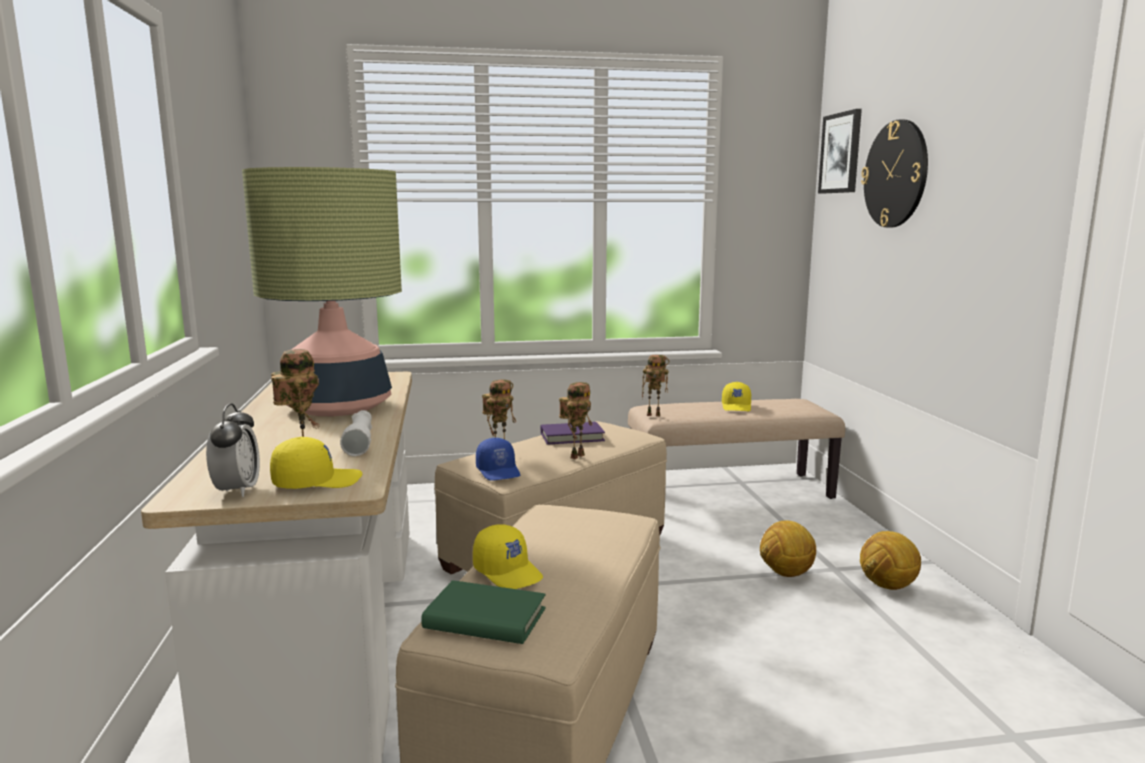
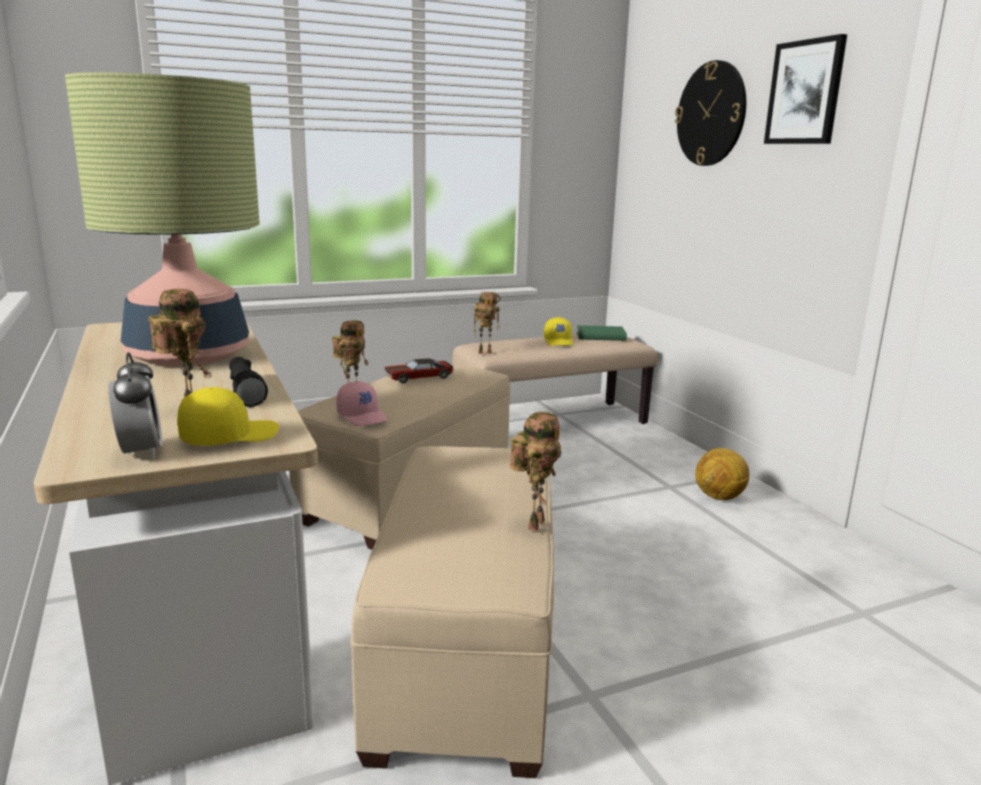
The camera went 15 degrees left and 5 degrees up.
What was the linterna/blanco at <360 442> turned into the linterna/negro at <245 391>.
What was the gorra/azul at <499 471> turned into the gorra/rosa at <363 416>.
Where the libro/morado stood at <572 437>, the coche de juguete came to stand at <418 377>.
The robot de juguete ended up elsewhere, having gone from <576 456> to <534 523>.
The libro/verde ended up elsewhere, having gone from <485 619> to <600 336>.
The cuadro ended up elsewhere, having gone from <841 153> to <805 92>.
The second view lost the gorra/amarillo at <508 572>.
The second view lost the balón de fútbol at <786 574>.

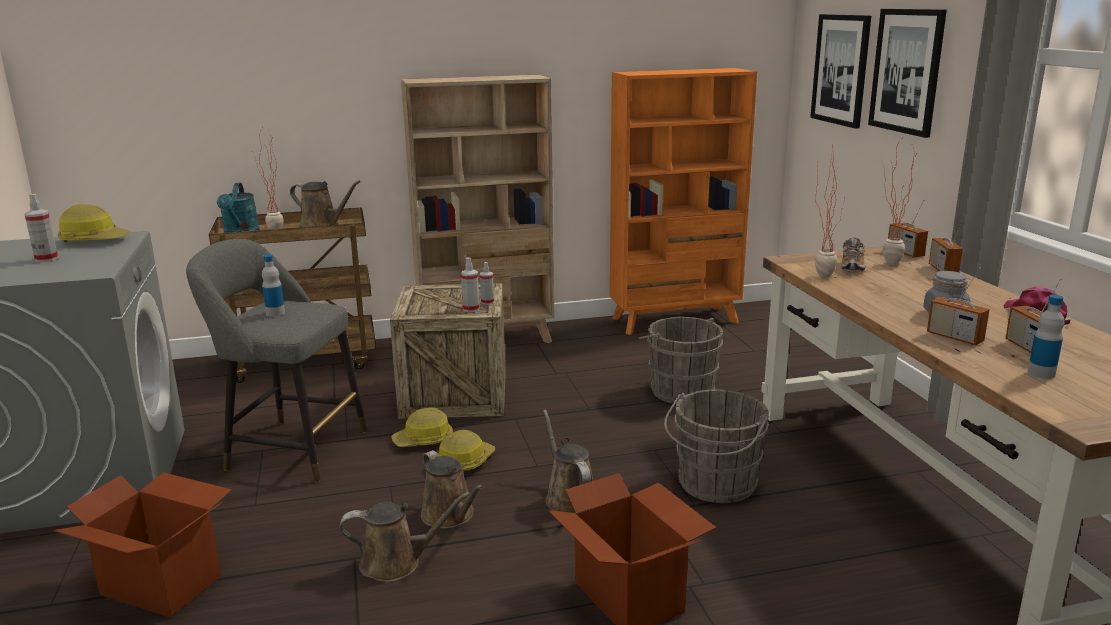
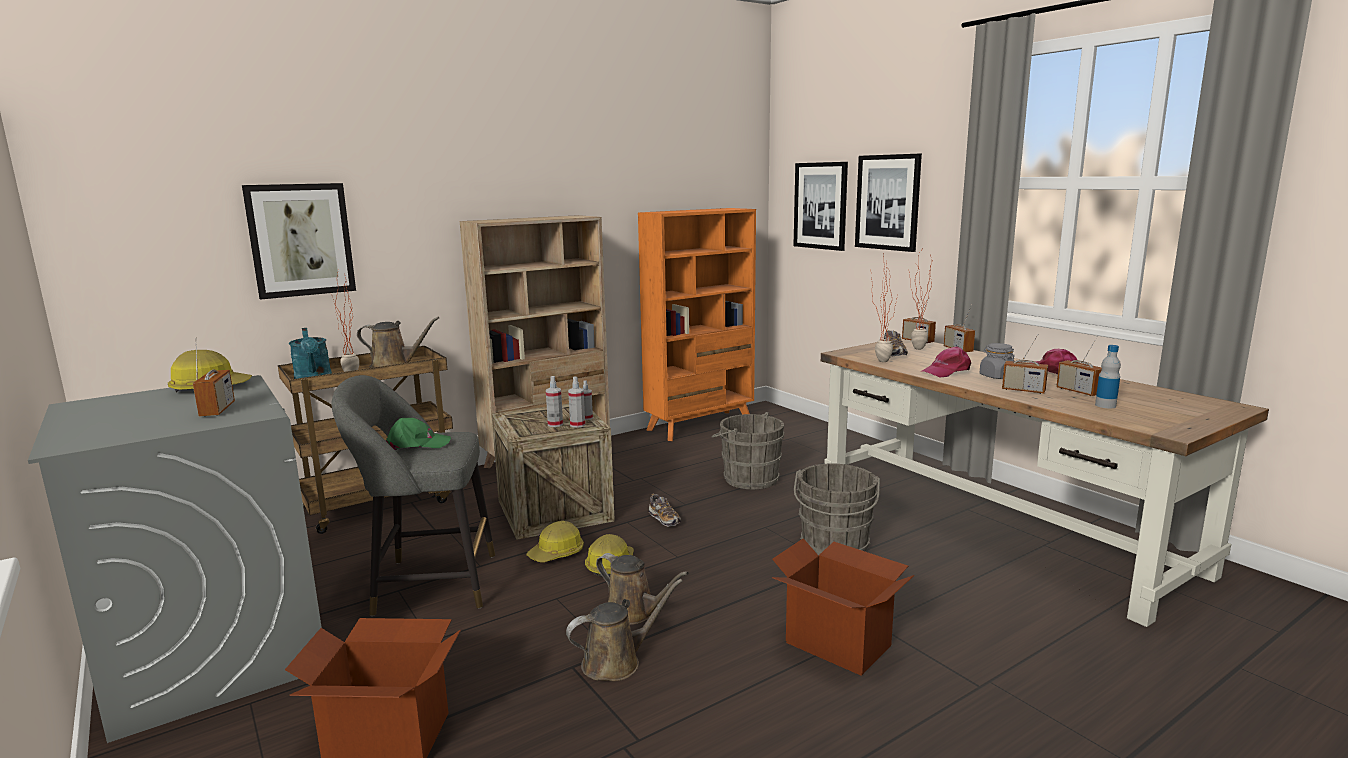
The camera went 20 degrees left and 5 degrees down.
The second view gained the radio at <217 410>.
The second view gained the cuadro at <300 240>.
Where the botella stood at <275 313>, the gorra/verde came to stand at <416 444>.
The pulverizador ended up elsewhere, having gone from <46 259> to <555 424>.
The second view gained the zapato at <664 519>.
The second view gained the gorra/rosa at <947 371>.
The second view lost the regadera/marrón at <568 497>.

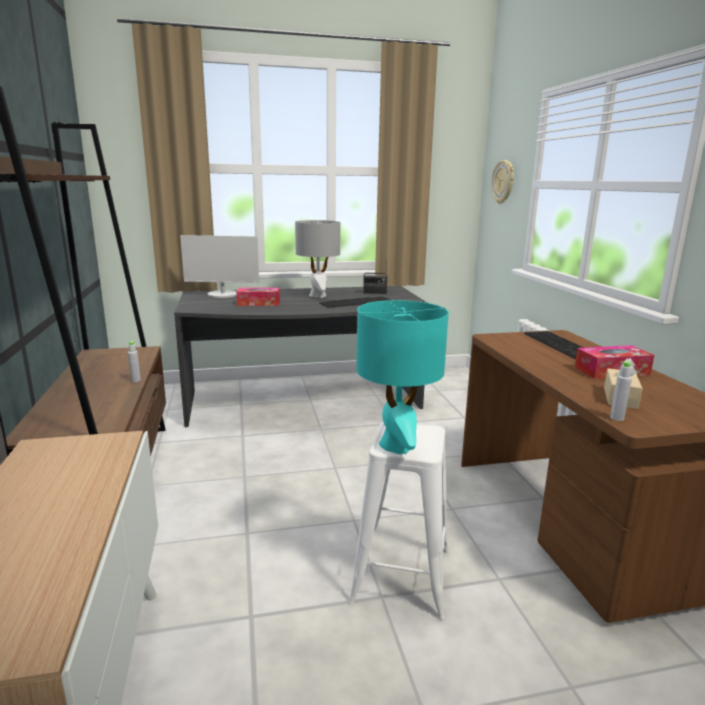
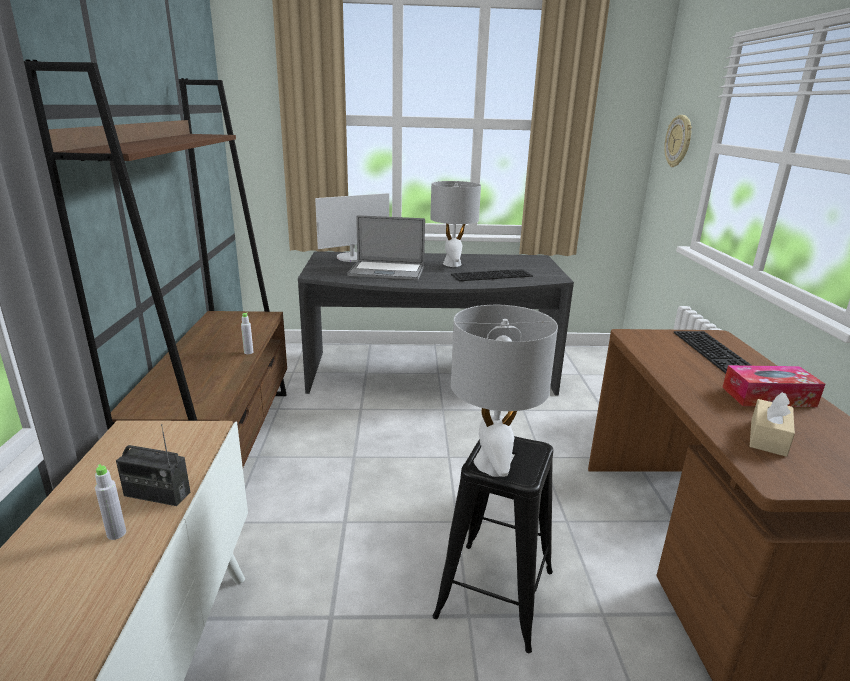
The camera went 10 degrees right and 5 degrees up.
The botella/gris ended up elsewhere, having gone from <617 418> to <116 533>.
The radio ended up elsewhere, having gone from <375 292> to <157 494>.
The monitor at <223 294> ended up facing another way, 45 degrees counterclockwise from before.
Where the caja de pañuelos stood at <258 303>, the portátil came to stand at <386 271>.
What was the taburete/blanco at <401 575> turned into the taburete/negro at <495 594>.
What was the lámpara de mesa/turquesa at <396 445> turned into the lámpara de mesa/gris at <492 465>.

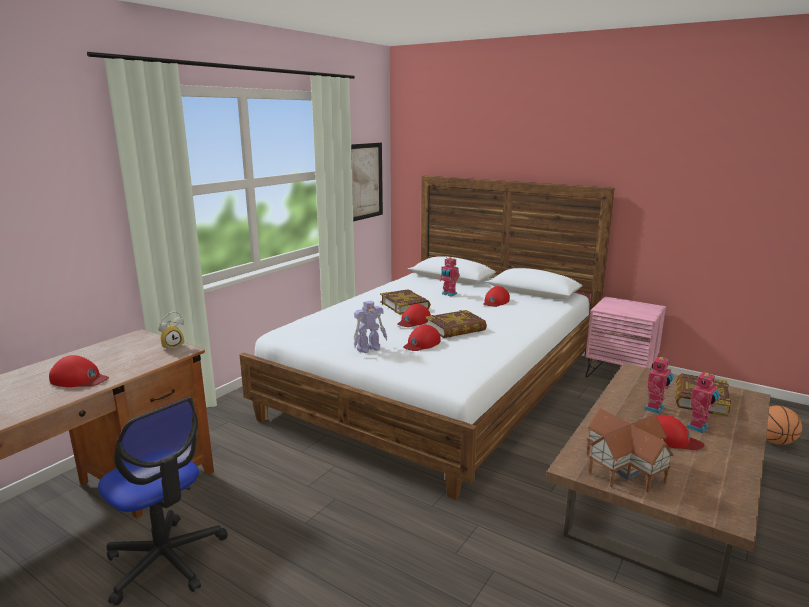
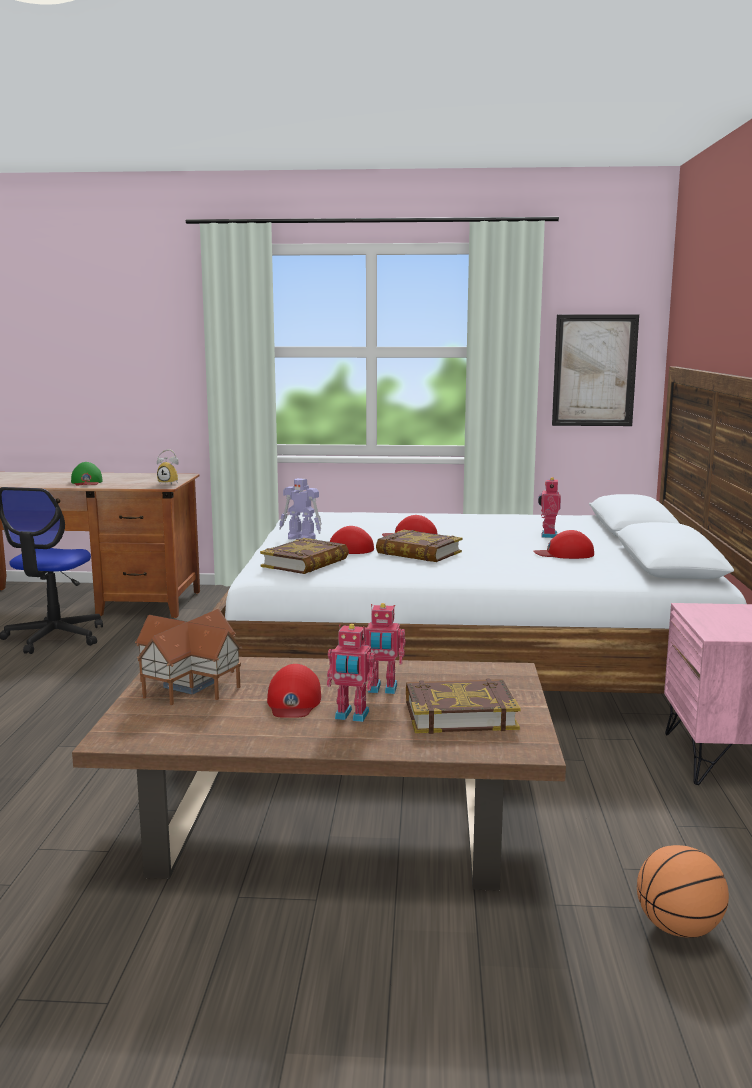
The camera went 60 degrees right and 5 degrees down.
What was the gorra/rojo at <79 379> turned into the gorra/verde at <87 482>.
The libro ended up elsewhere, having gone from <405 305> to <305 563>.

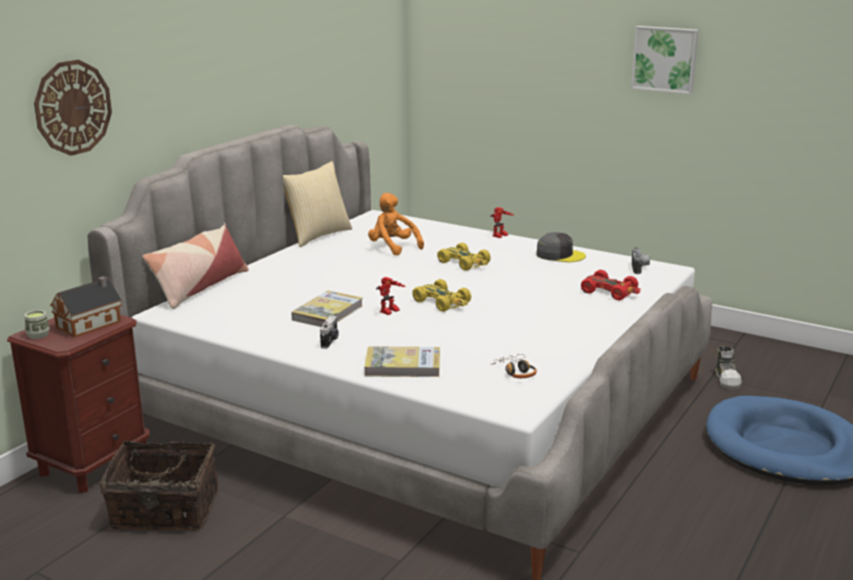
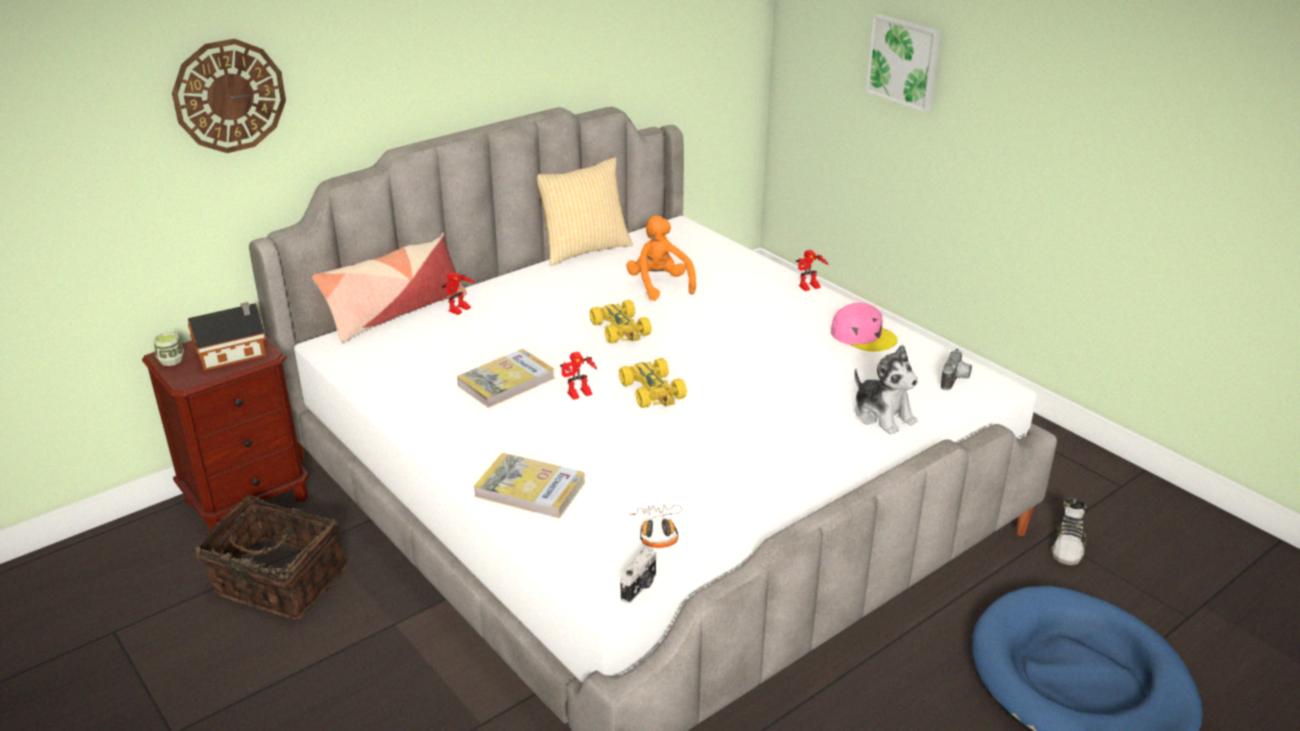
The camera went 20 degrees right and 10 degrees up.
The second view gained the robot de juguete at <460 311>.
The coche de juguete/amarillo ended up elsewhere, having gone from <464 263> to <621 330>.
The cámara ended up elsewhere, having gone from <330 341> to <640 587>.
What was the gorra/gris at <560 255> turned into the gorra/rosa at <863 335>.
Where the coche de juguete/rojo stood at <610 292>, the peluche came to stand at <883 415>.
The cuadro ended up elsewhere, having gone from <665 59> to <905 61>.

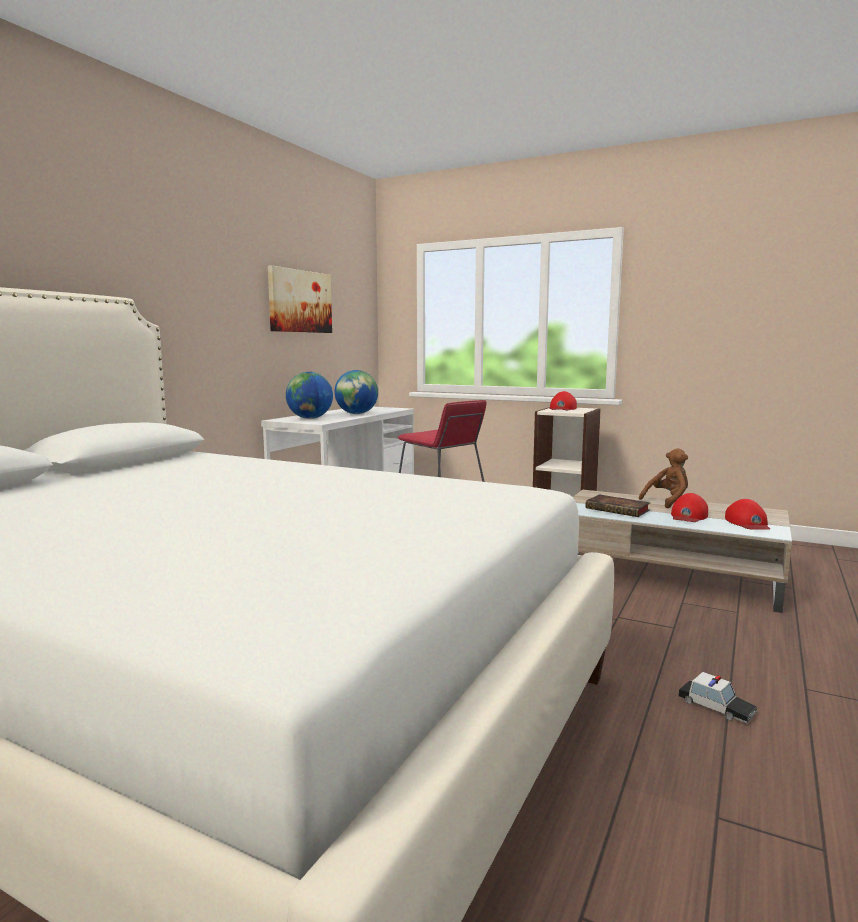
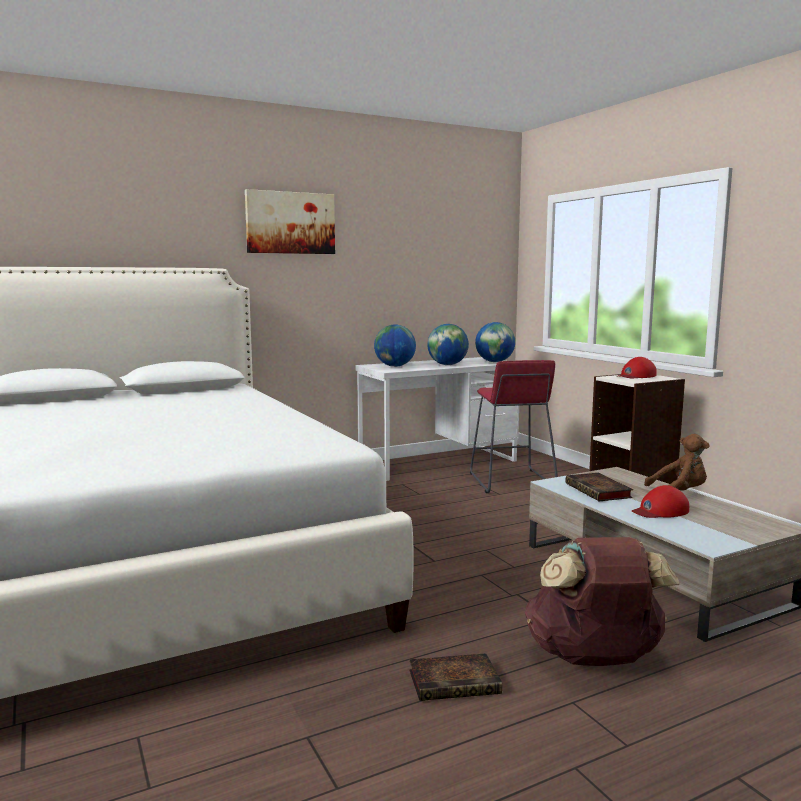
The camera went 35 degrees right and 0 degrees up.
The cuadro ended up elsewhere, having gone from <299 301> to <290 223>.
Where the coche de juguete stood at <716 707>, the libro came to stand at <456 682>.
The second view gained the globo terráqueo at <494 362>.
The second view gained the mochila/marrón at <594 659>.
The second view lost the gorra/rojo at <748 523>.

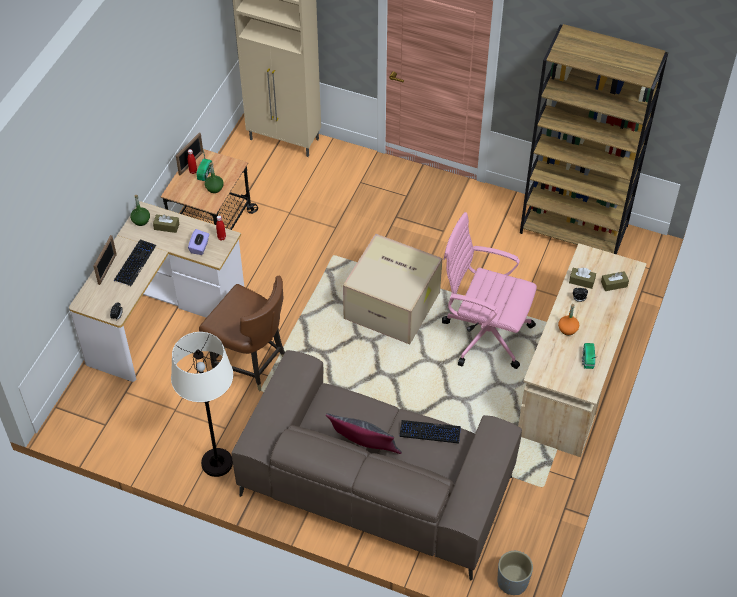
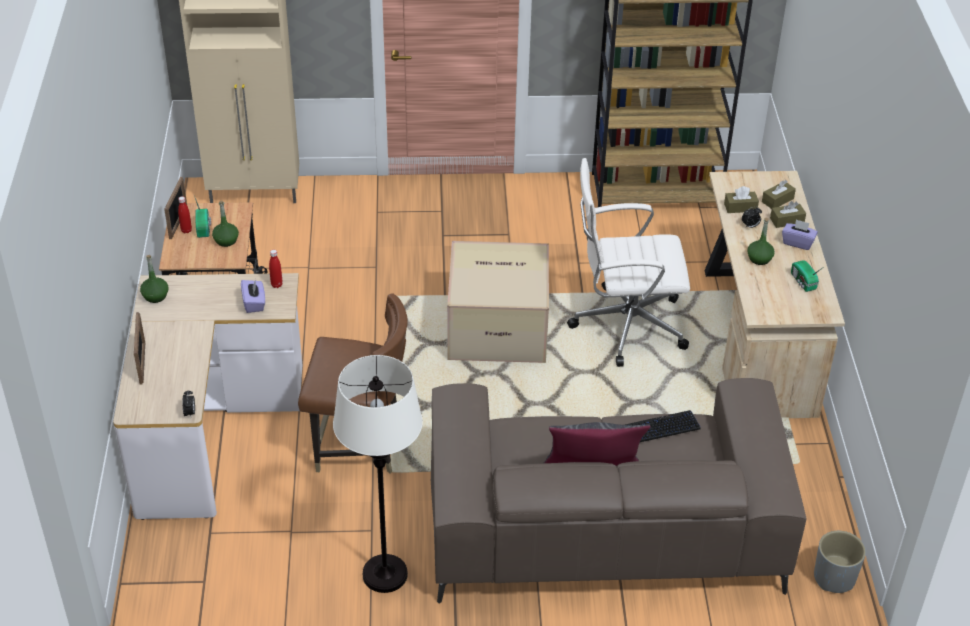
The camera went 25 degrees left and 10 degrees down.
What was the silla de oficina/rosa at <484 333> turned into the silla de oficina/blanco at <625 325>.
What was the botella/naranja at <567 329> turned into the botella/verde at <759 259>.
The caja de pañuelos/marrón ended up elsewhere, having gone from <166 226> to <787 221>.
The second view gained the caja de pañuelos/morado at <798 242>.
The second view lost the teclado at <135 263>.

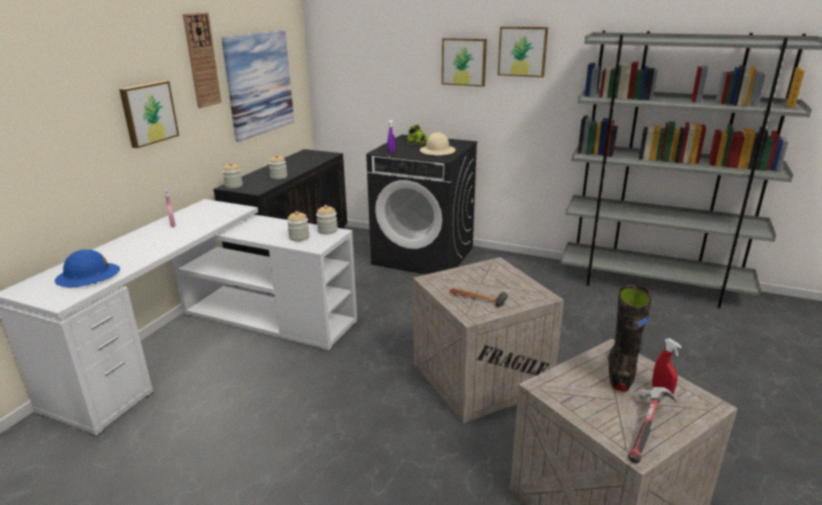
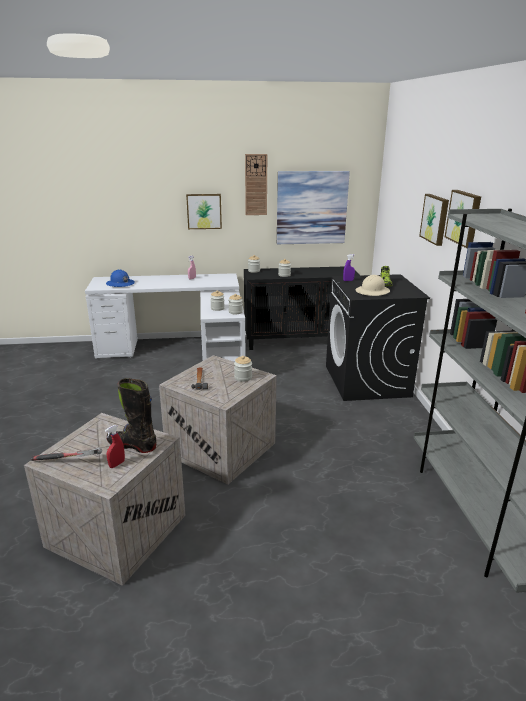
The camera went 60 degrees right and 0 degrees up.
The bota/negro at <620 372> ended up facing another way, 150 degrees counterclockwise from before.
The second view gained the tarro at <243 377>.

